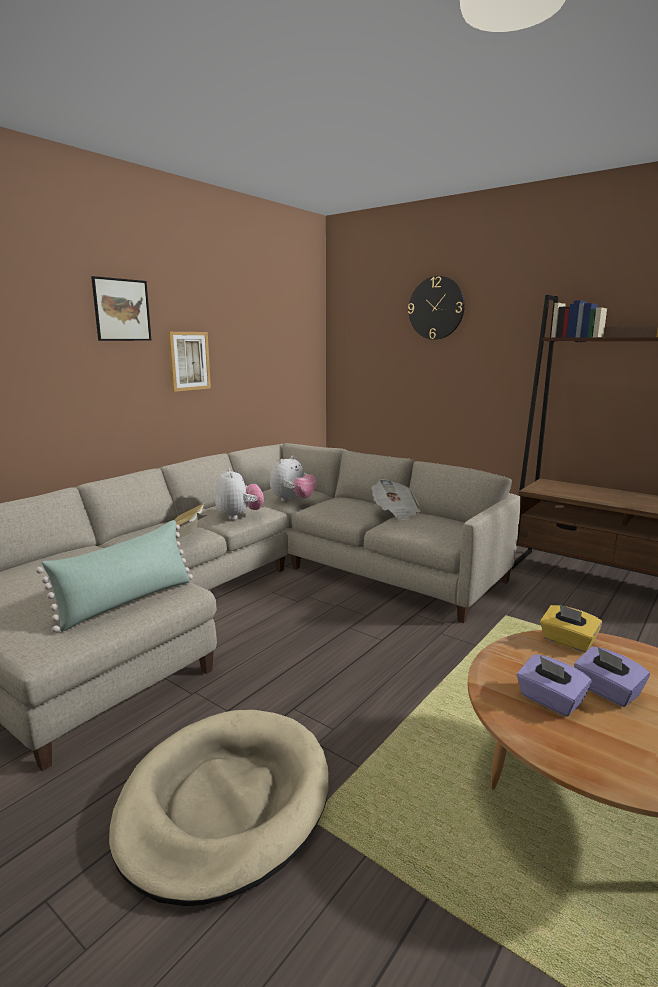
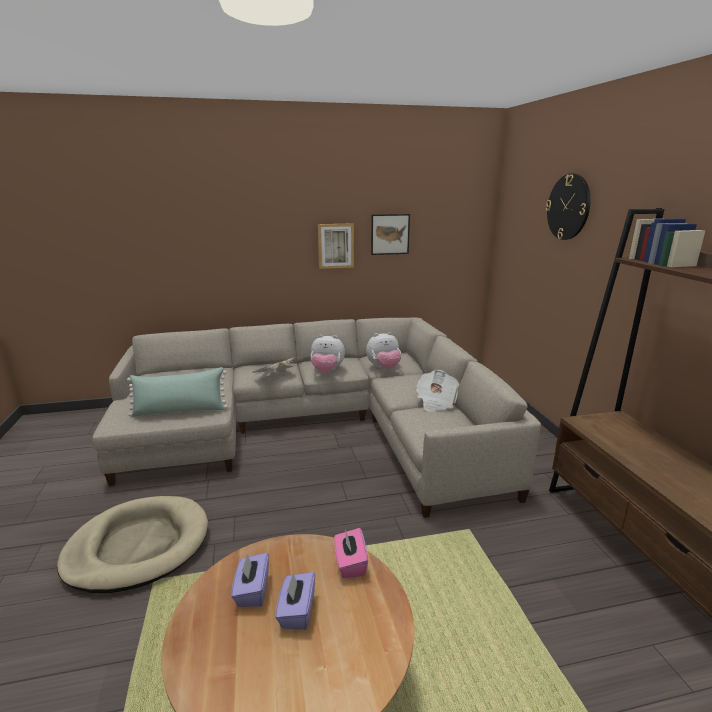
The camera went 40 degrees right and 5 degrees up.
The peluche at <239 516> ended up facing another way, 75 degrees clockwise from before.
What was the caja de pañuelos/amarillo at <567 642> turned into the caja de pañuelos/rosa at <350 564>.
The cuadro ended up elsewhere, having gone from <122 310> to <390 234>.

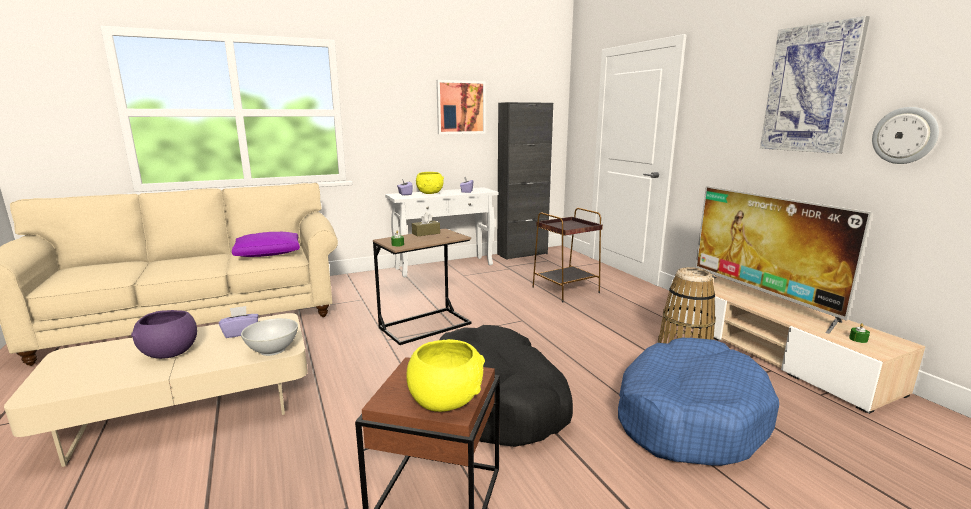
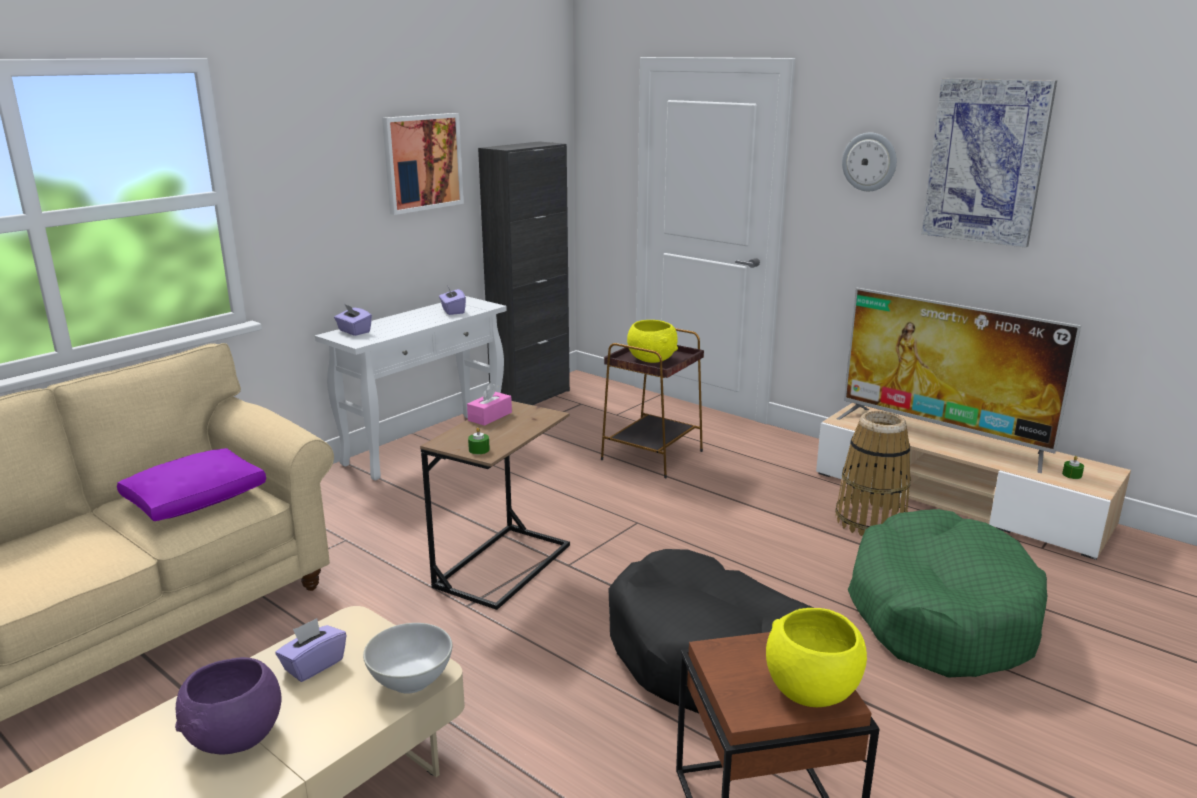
The camera went 25 degrees left and 5 degrees up.
What was the caja de pañuelos/marrón at <426 233> turned into the caja de pañuelos/rosa at <490 416>.
The cuenco/amarillo ended up elsewhere, having gone from <430 193> to <653 359>.
The reloj de pared ended up elsewhere, having gone from <905 135> to <869 162>.
What was the cama para perro/azul at <688 416> turned into the cama para perro/verde at <940 614>.

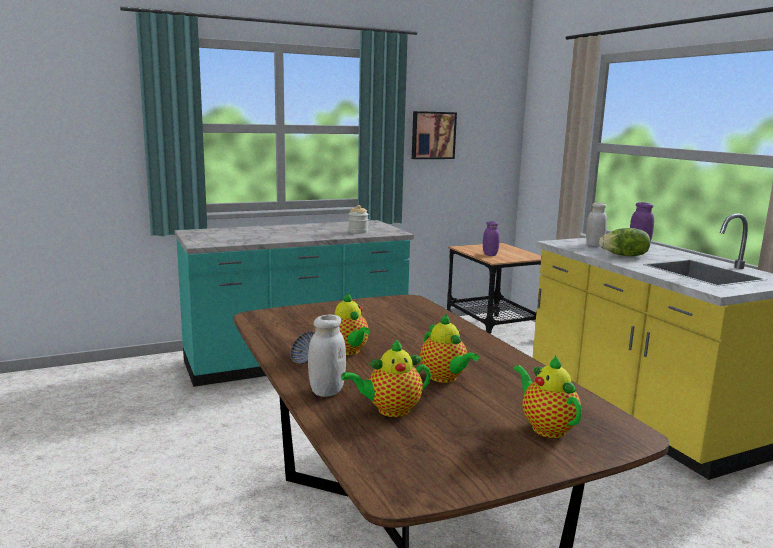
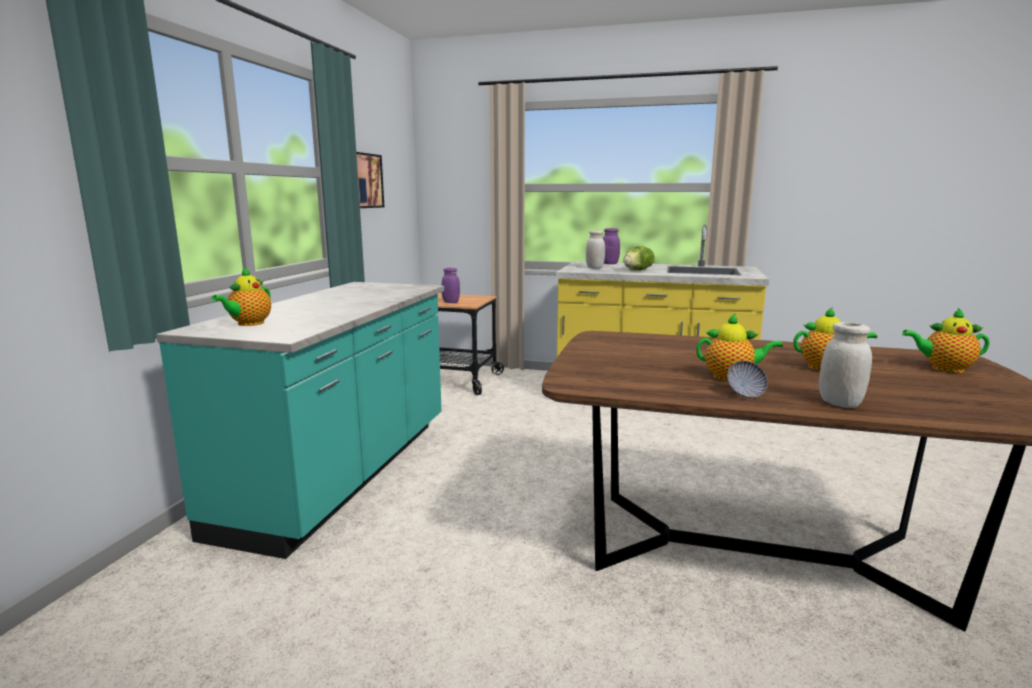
The camera went 50 degrees left and 0 degrees up.
The tetera ended up elsewhere, having gone from <390 410> to <248 324>.
The second view lost the tarro at <358 232>.

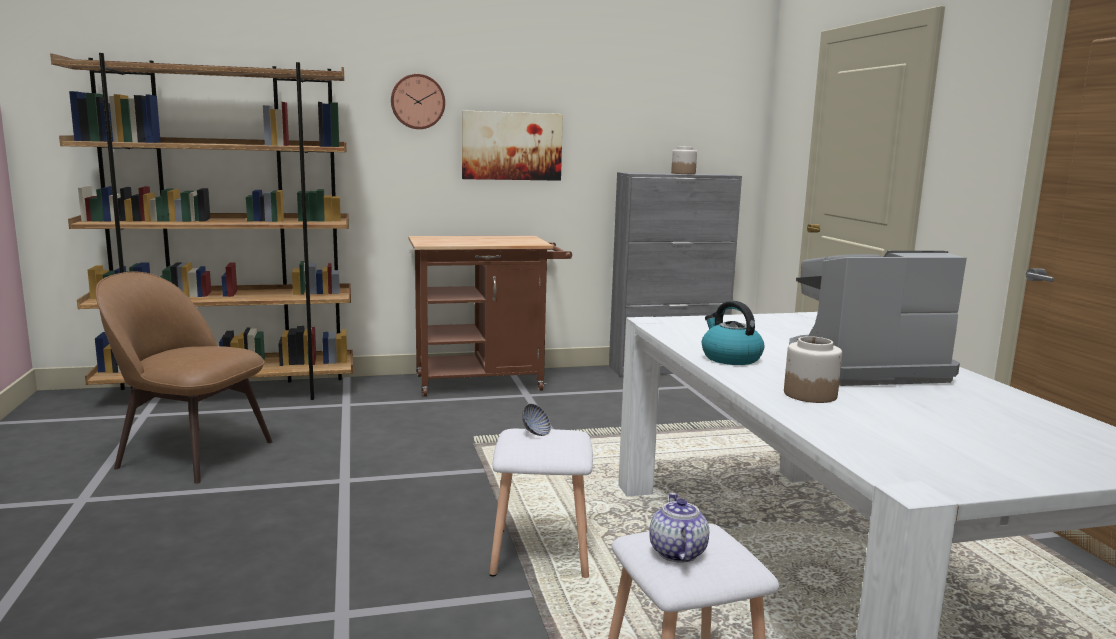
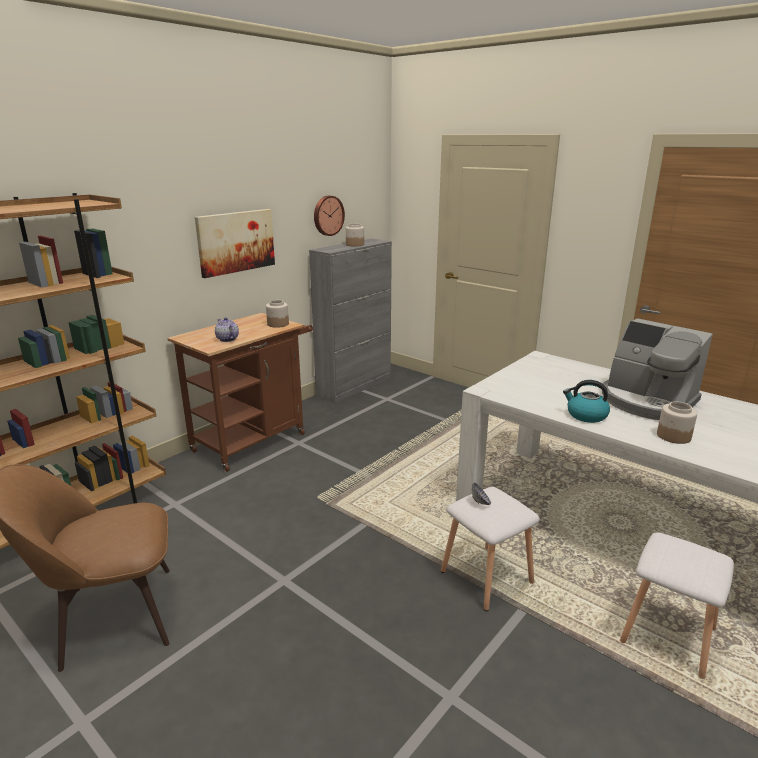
The camera went 35 degrees left and 10 degrees up.
The tetera ended up elsewhere, having gone from <676 552> to <227 339>.
The second view gained the tarro at <277 324>.
The reloj de pared ended up elsewhere, having gone from <417 101> to <327 215>.
The cafetera at <862 368> ended up facing another way, 90 degrees counterclockwise from before.

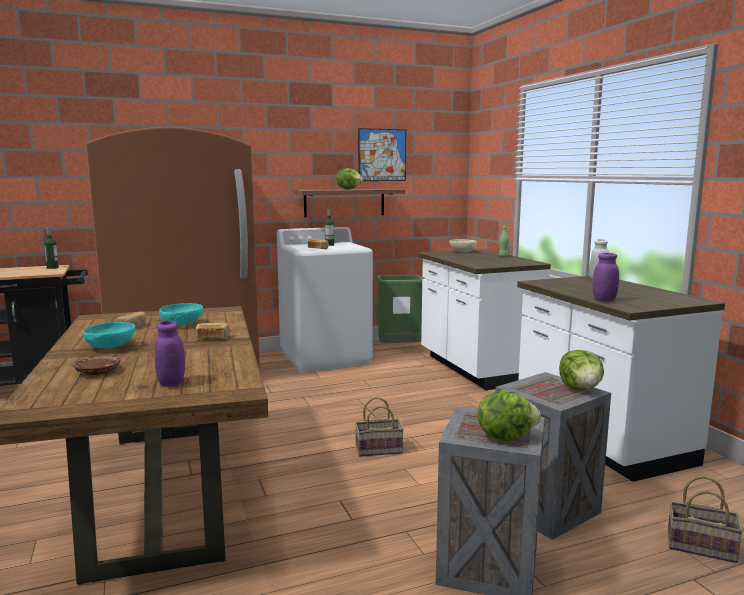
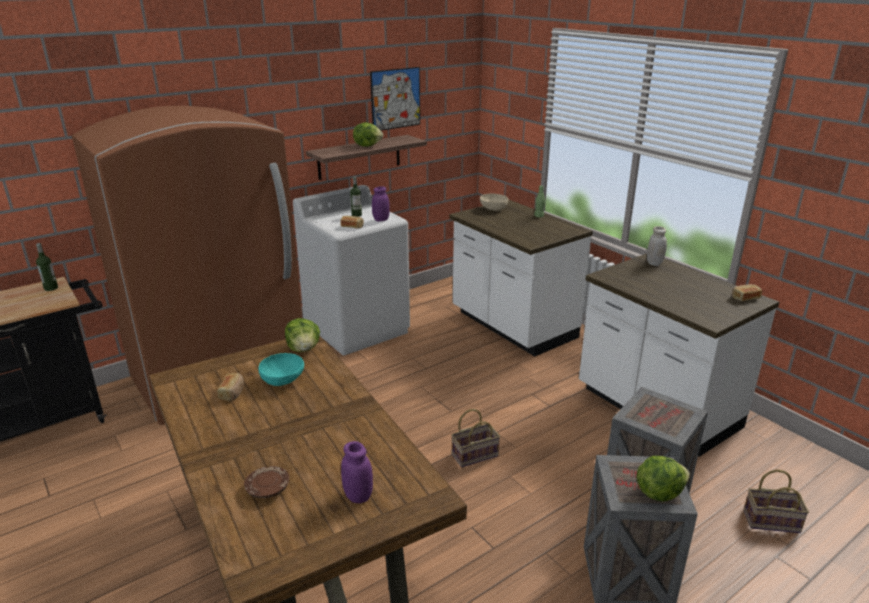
The camera went 15 degrees left and 15 degrees up.
The lechuga ended up elsewhere, having gone from <581 388> to <304 349>.
The tarro/morado ended up elsewhere, having gone from <604 300> to <381 219>.
The pan ended up elsewhere, having gone from <212 337> to <744 298>.
The second view lost the cuenco/turquesa at <111 347>.
The second view lost the papelera/verde at <399 349>.

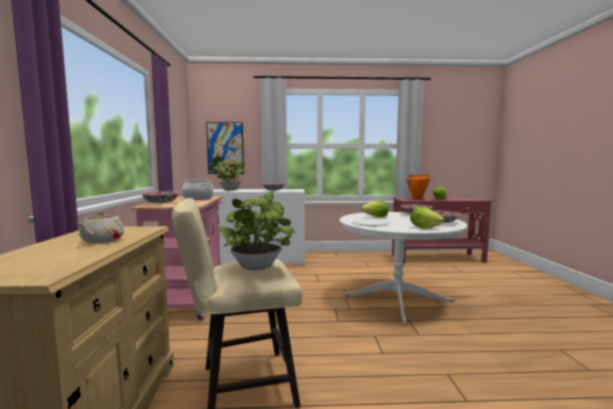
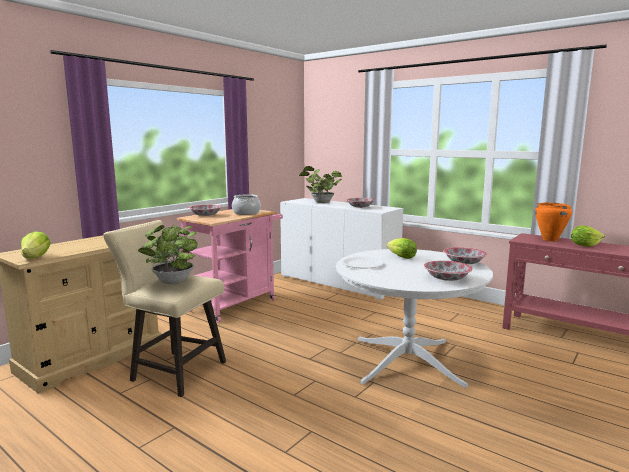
The camera went 40 degrees right and 5 degrees up.
The lechuga ended up elsewhere, having gone from <424 227> to <36 257>.
The second view lost the tetera/beis at <102 240>.
The second view lost the cuadro at <225 148>.

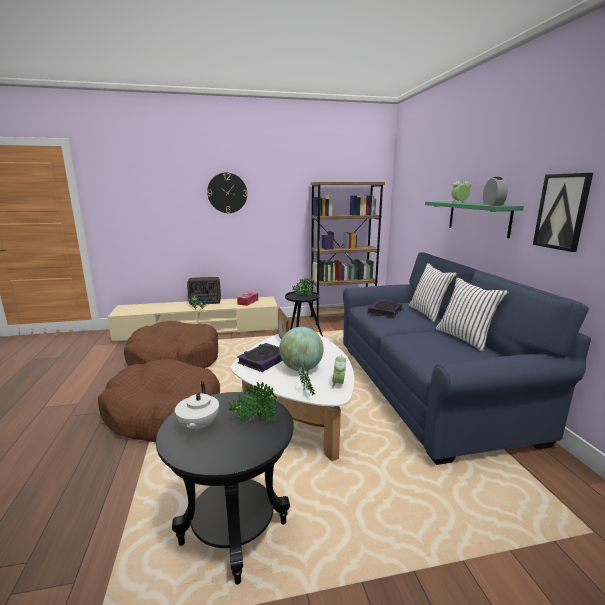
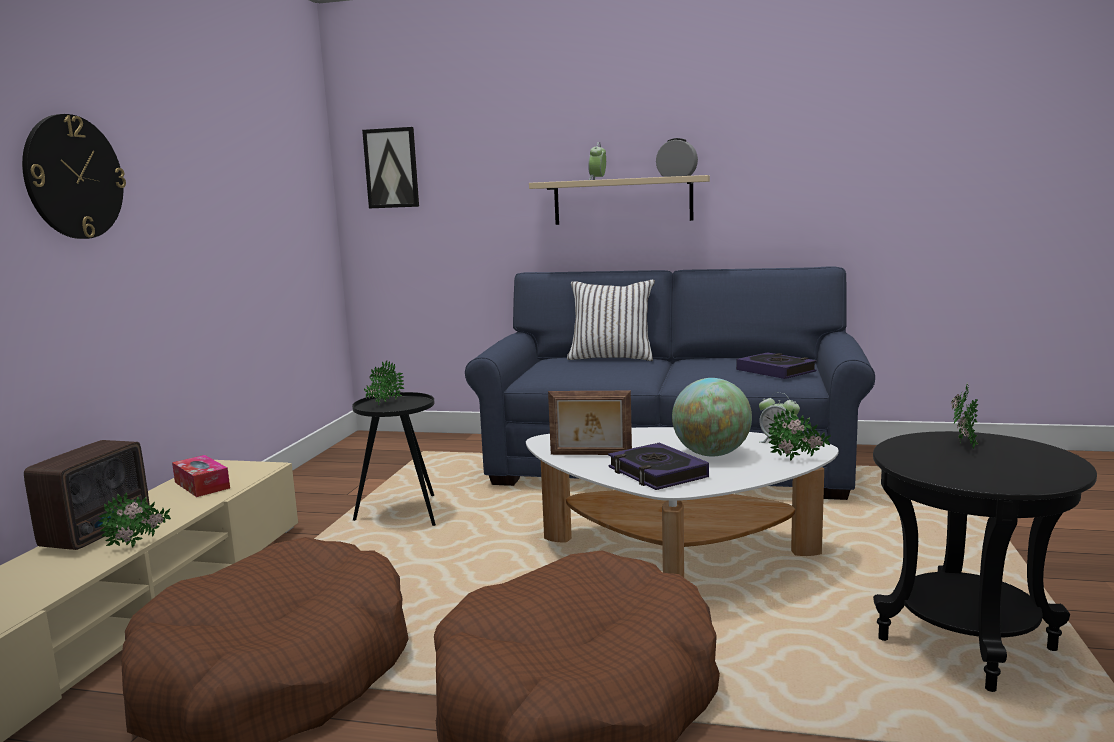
The camera went 65 degrees left and 5 degrees down.
The cuadro ended up elsewhere, having gone from <562 211> to <391 168>.
What was the estante/verde at <478 218> turned into the estante/beis at <622 201>.
The libro ended up elsewhere, having gone from <385 311> to <776 371>.
The second view lost the tetera/blanco at <198 426>.
The second view lost the estantería/marrón at <342 318>.
The second view lost the cojín/blanco at <465 338>.

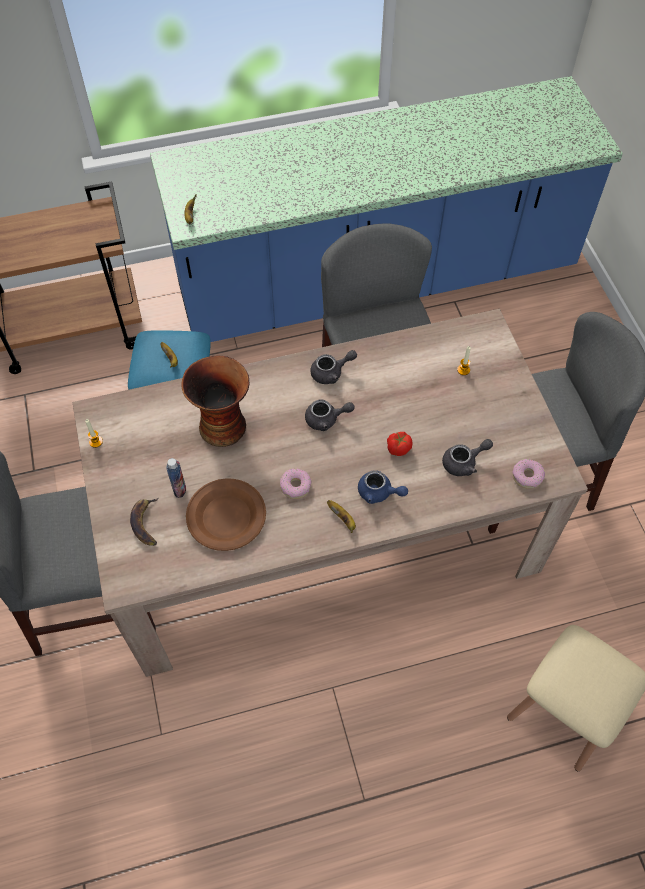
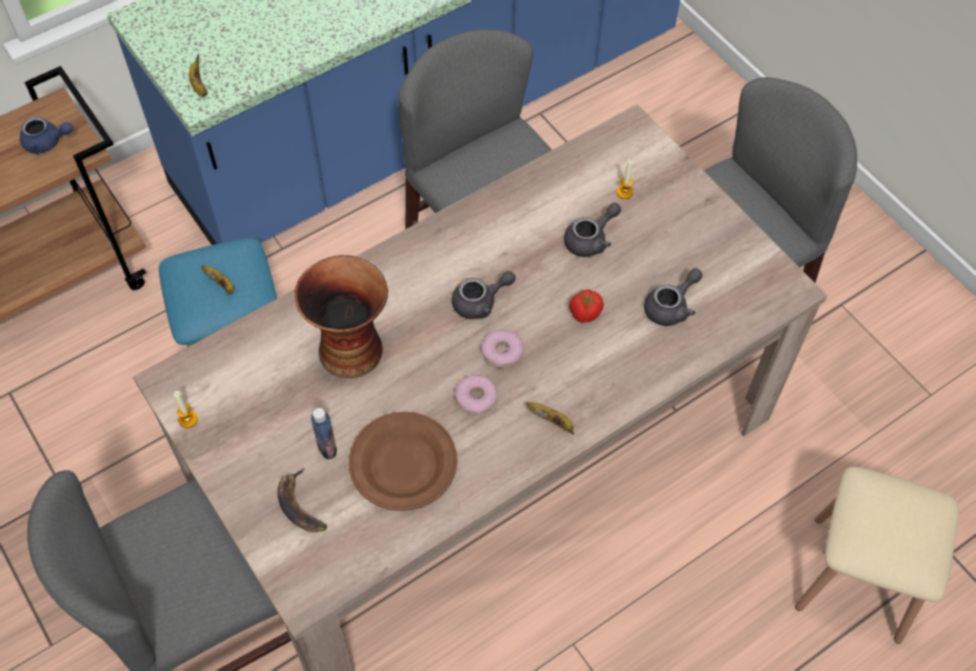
The camera went 20 degrees left and 0 degrees up.
The tetera/azul ended up elsewhere, having gone from <379 493> to <47 143>.
The rosquilla ended up elsewhere, having gone from <527 476> to <502 352>.
The tetera/gris ended up elsewhere, having gone from <331 373> to <590 240>.

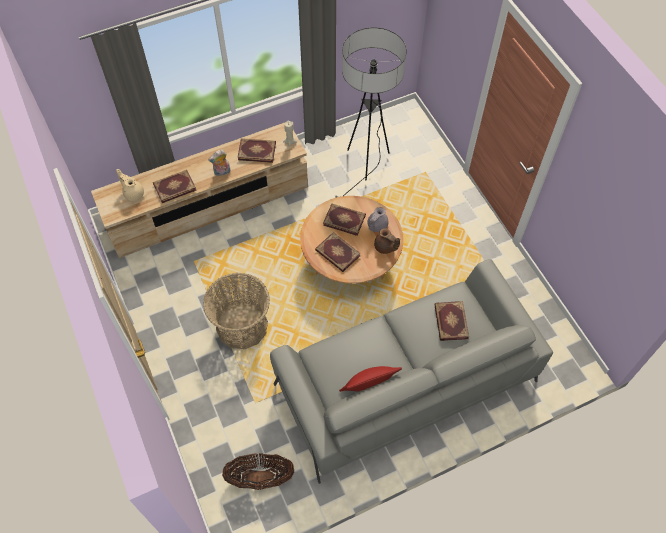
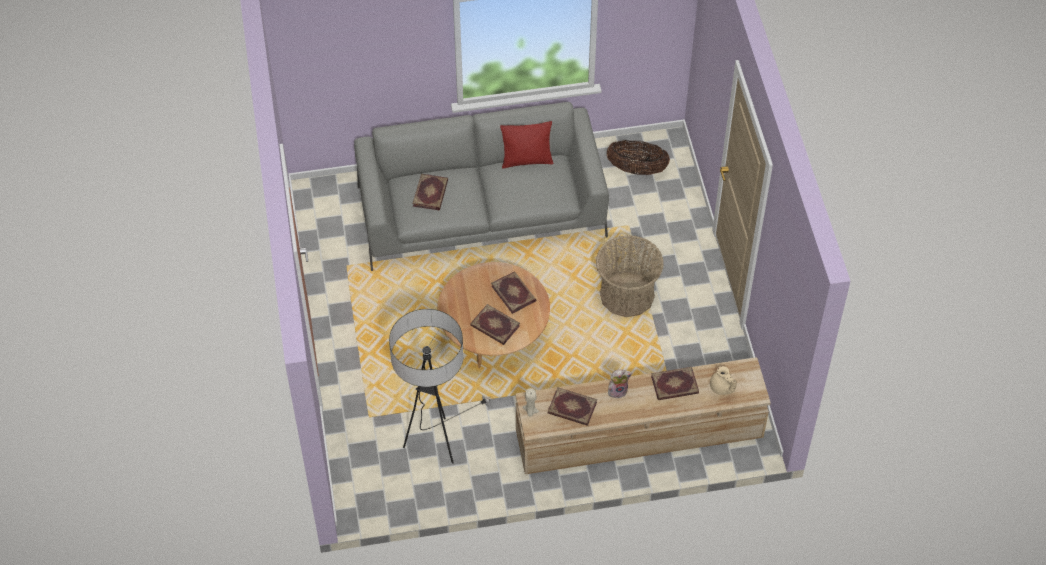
The camera went 165 degrees left and 5 degrees down.
The second view lost the tetera/gris at <376 226>.
The second view lost the tetera/marrón at <385 247>.

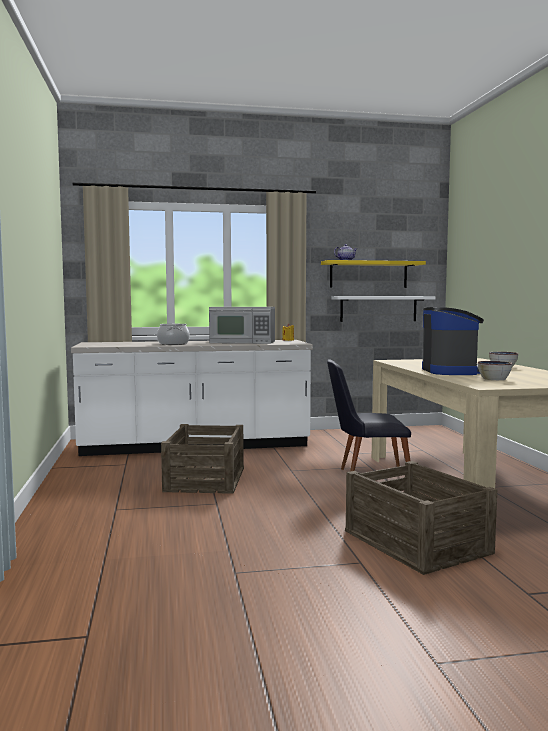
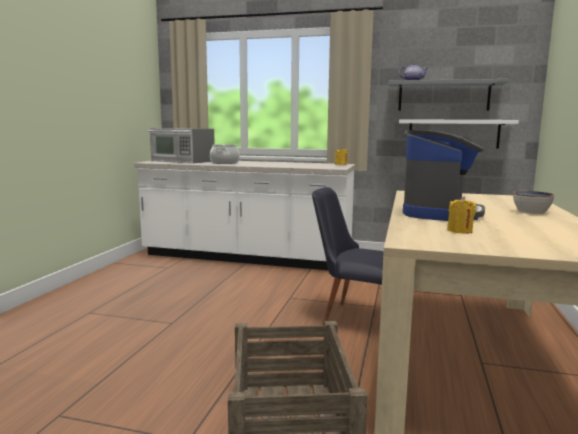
The camera went 25 degrees right and 5 degrees up.
The microondas ended up elsewhere, having gone from <242 342> to <182 161>.
What was the estante/amarillo at <368 274> turned into the estante/gris at <443 96>.
Where the cuenco stood at <494 379>, the vela/amarillo came to stand at <459 231>.
The second view lost the caja de embalaje at <204 479>.

